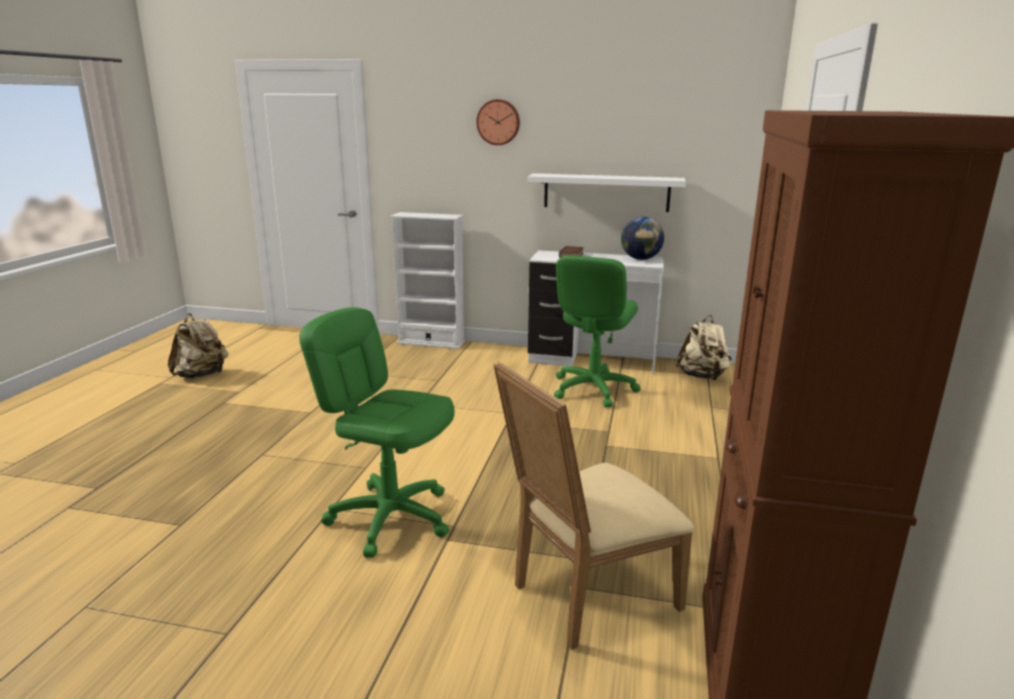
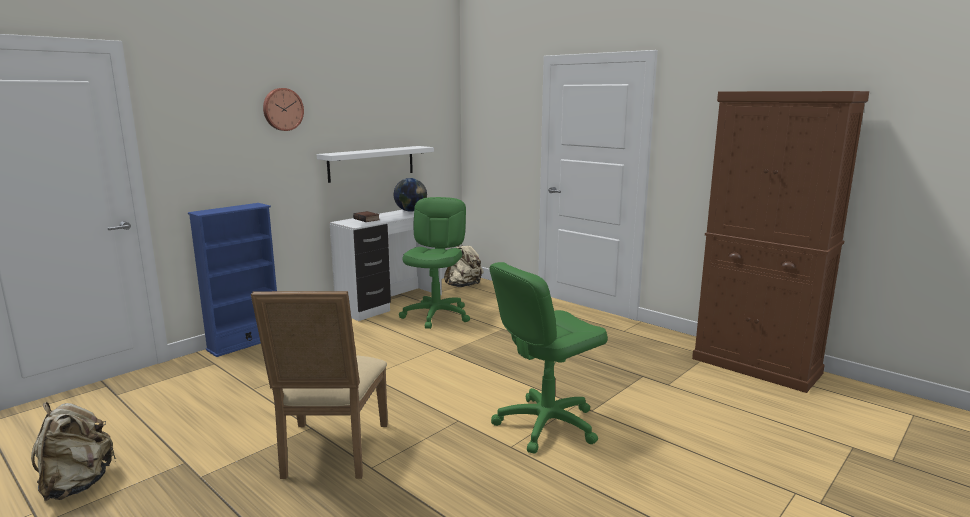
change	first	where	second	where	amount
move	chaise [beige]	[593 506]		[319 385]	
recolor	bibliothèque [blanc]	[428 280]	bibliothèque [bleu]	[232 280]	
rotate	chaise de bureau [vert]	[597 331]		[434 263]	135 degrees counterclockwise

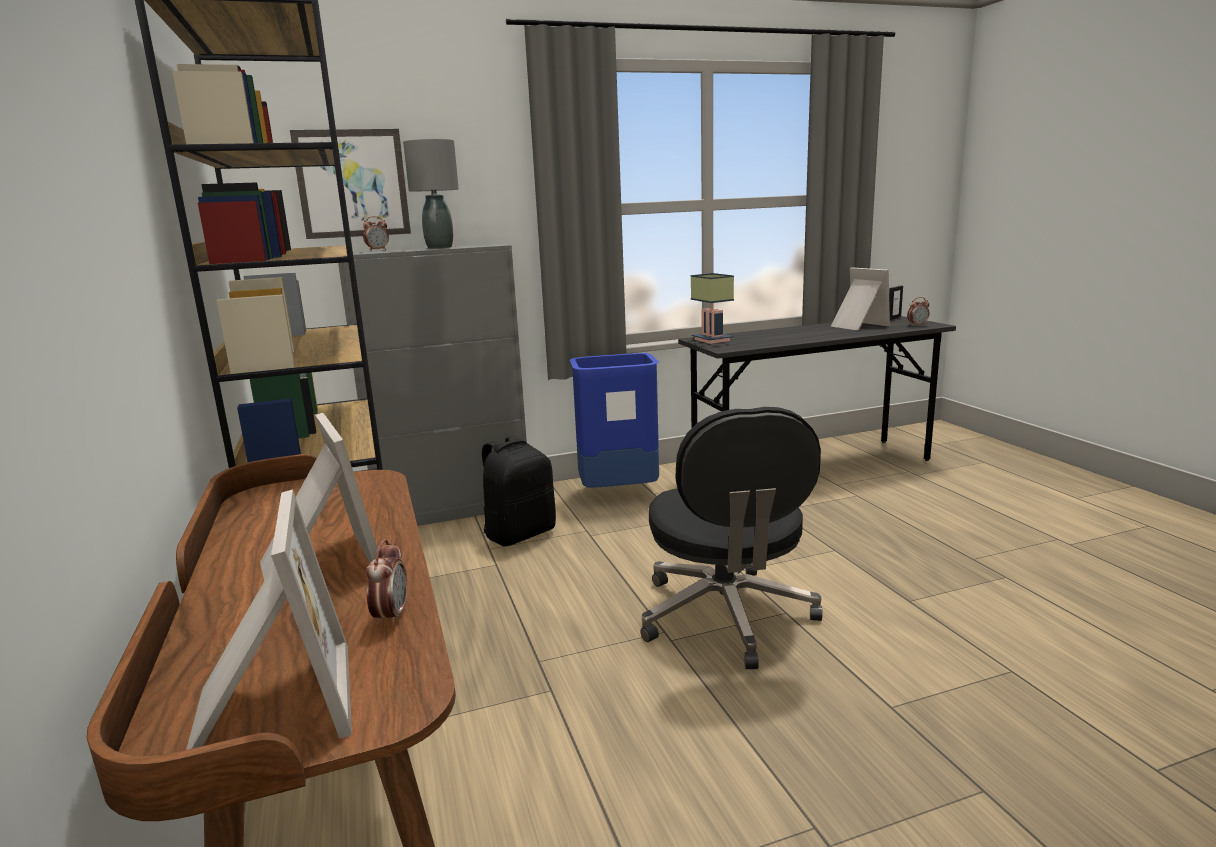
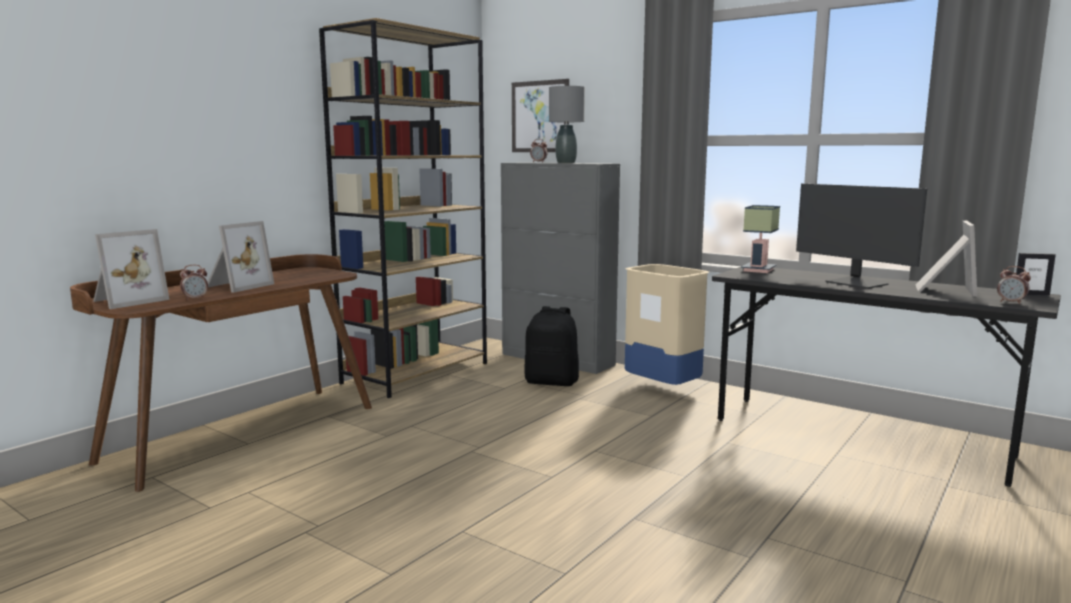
change	first	where	second	where	amount
delete	chaise de bureau [noir]	[731 538]			
insert			écran d'ordinateur	[861 236]	
recolor	poubelle [bleu]	[614 420]	poubelle [beige]	[667 324]	

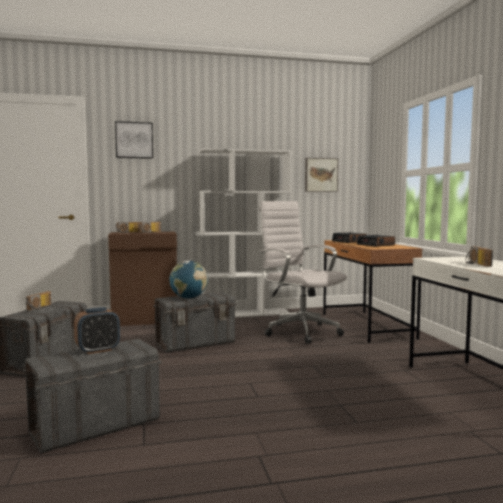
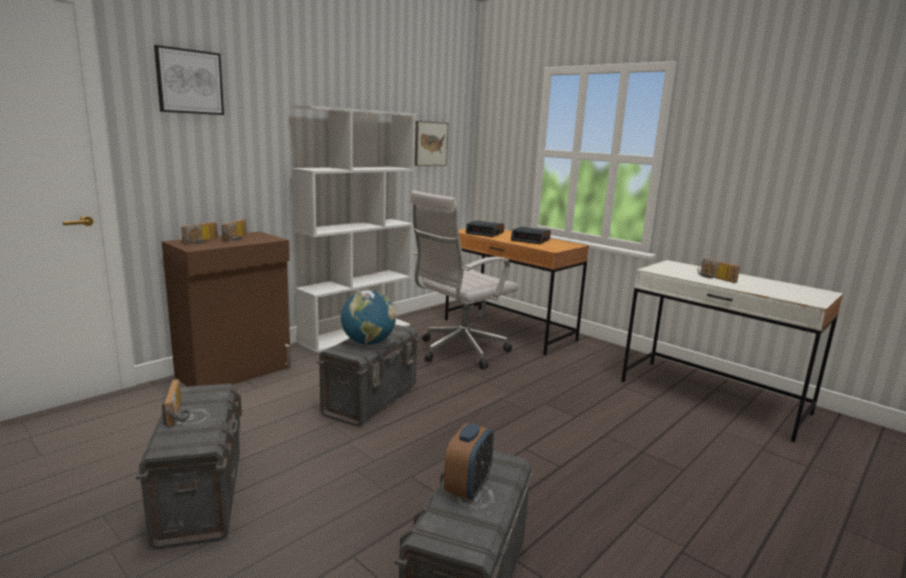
change	first	where	second	where	amount
rotate	chaise de bureau [blanc]	[303 272]		[464 280]	60 degrees counterclockwise

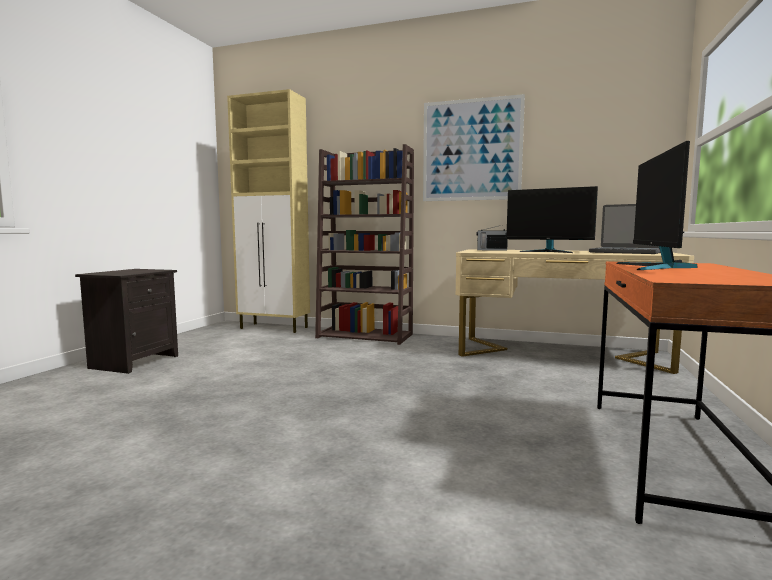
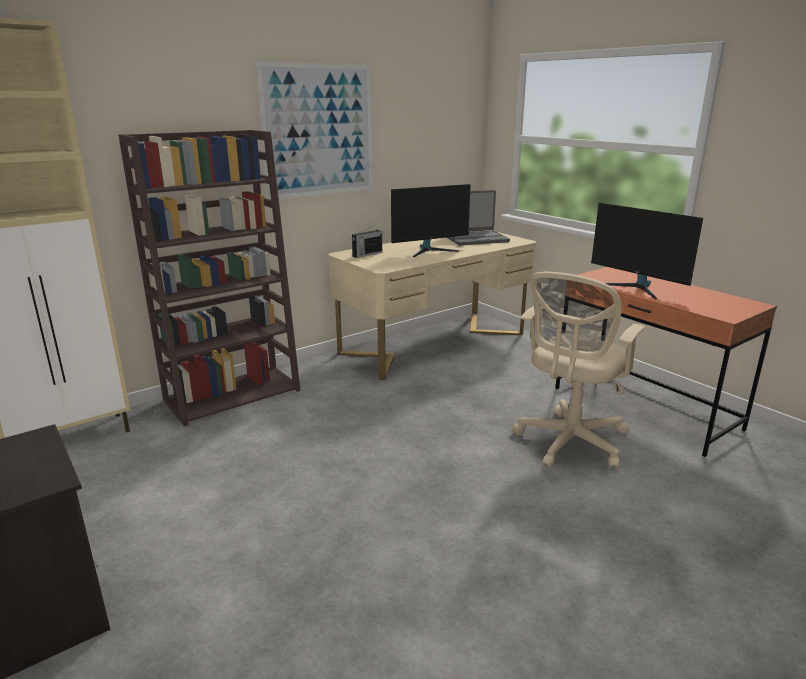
change	first	where	second	where	amount
insert			chaise de bureau [beige]	[578 370]	

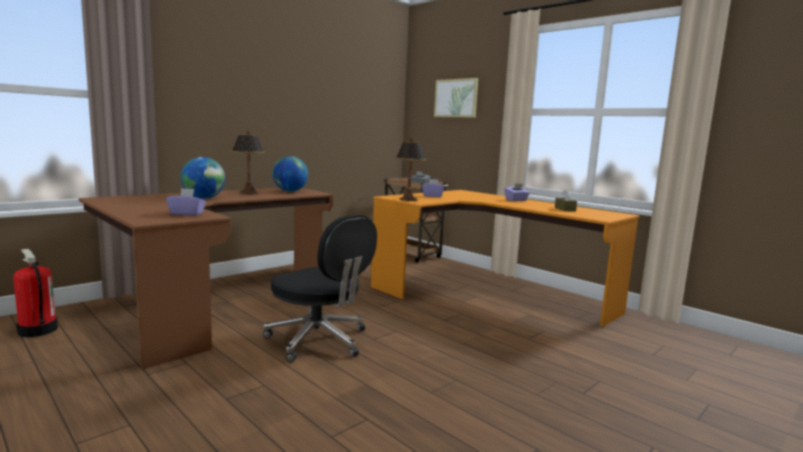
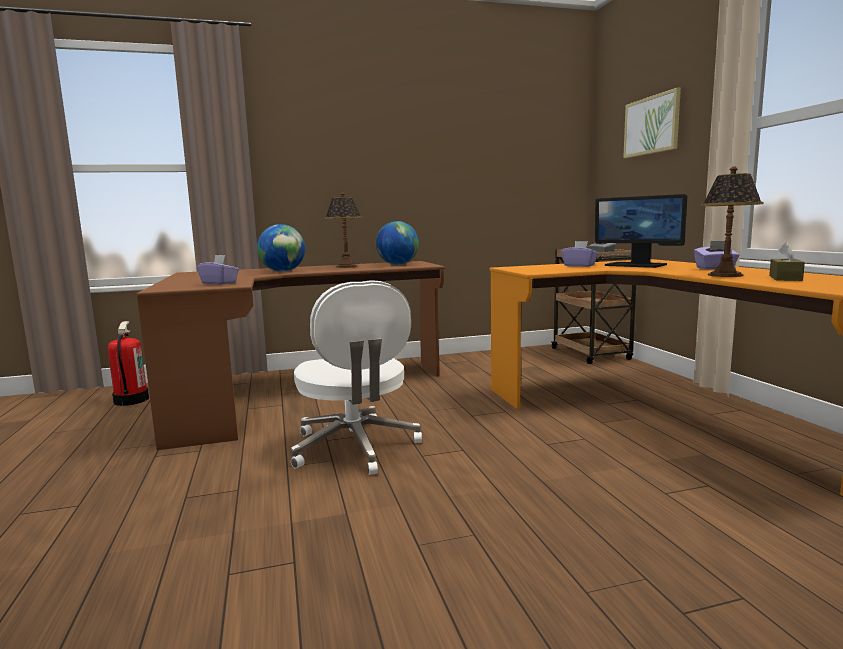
change	first	where	second	where	amount
insert			écran d'ordinateur	[641 231]	
move	lampe de table	[410 169]		[732 222]	
recolor	chaise de bureau [noir]	[320 289]	chaise de bureau [blanc]	[356 377]	

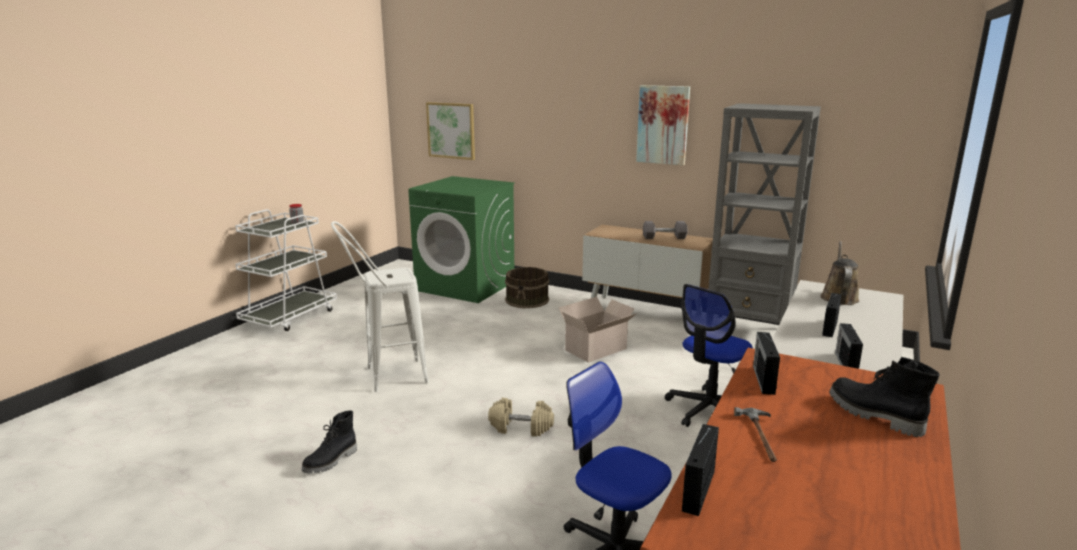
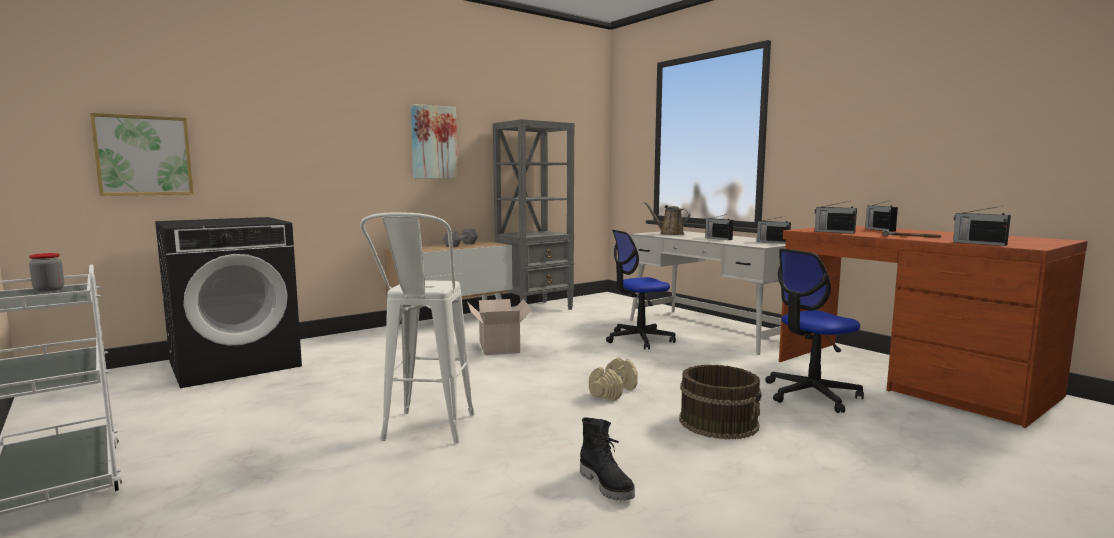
change	first	where	second	where	amount
move	seau [marron]	[527 288]		[720 402]	
replace	botte [noir]	[884 397]	radio	[881 216]	
recolor	lave-linge [vert]	[461 239]	lave-linge [noir]	[228 302]	
rotate	chaise de bureau	[709 355]		[641 289]	90 degrees clockwise

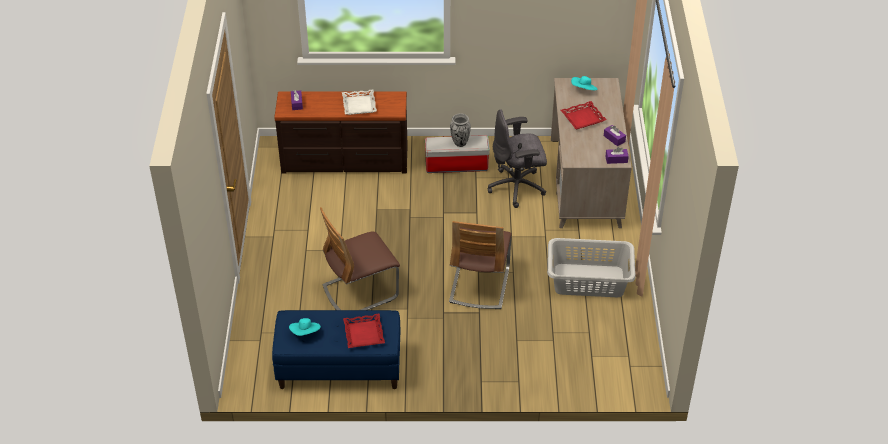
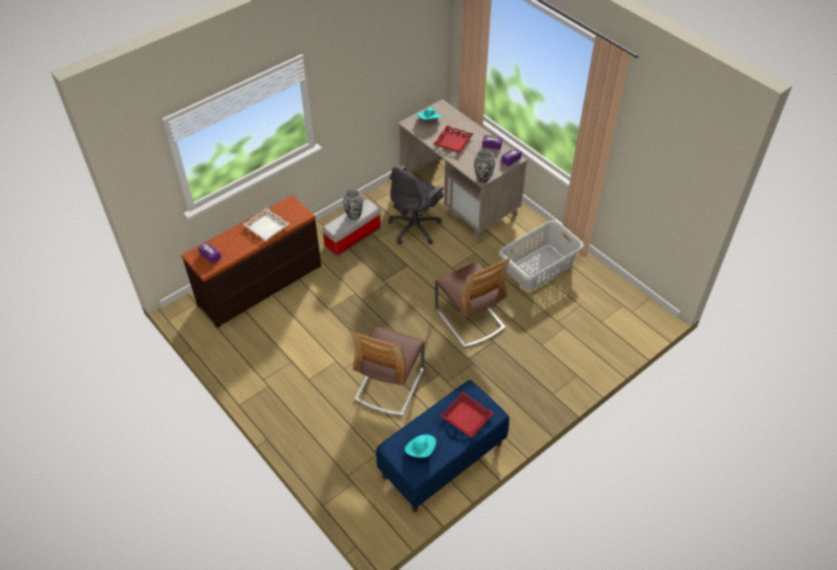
change	first	where	second	where	amount
insert			vase	[484 166]	

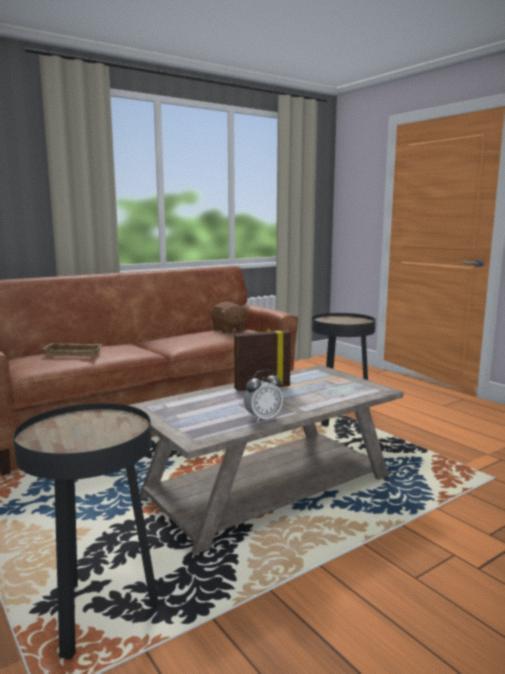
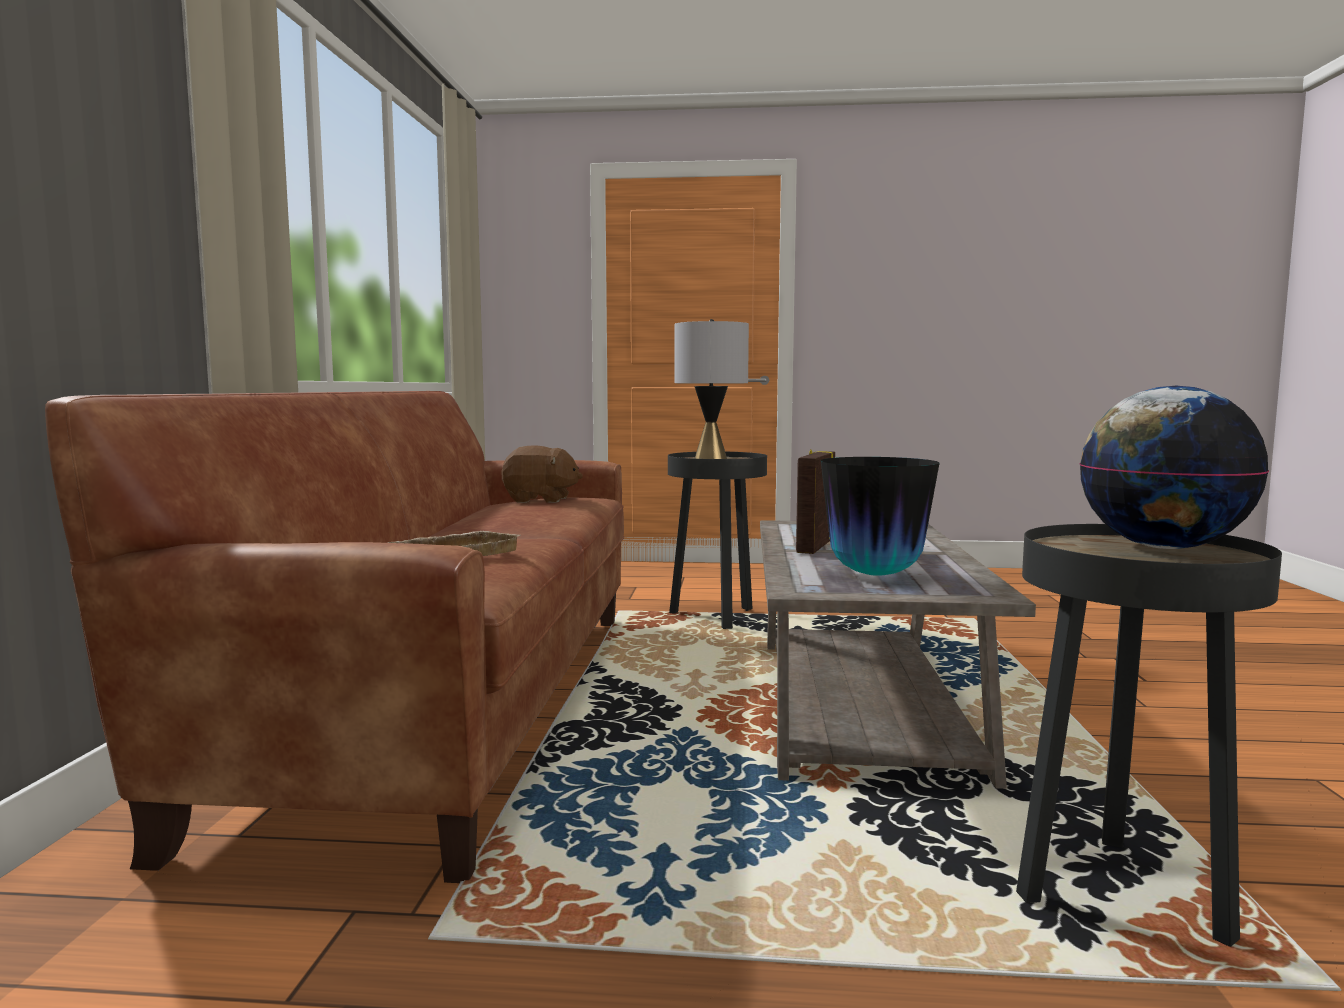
change	first	where	second	where	amount
delete	réveil	[263 396]			
insert			lampe de table [gris]	[712 389]	
insert			vase	[880 516]	
insert			globe	[1174 467]	

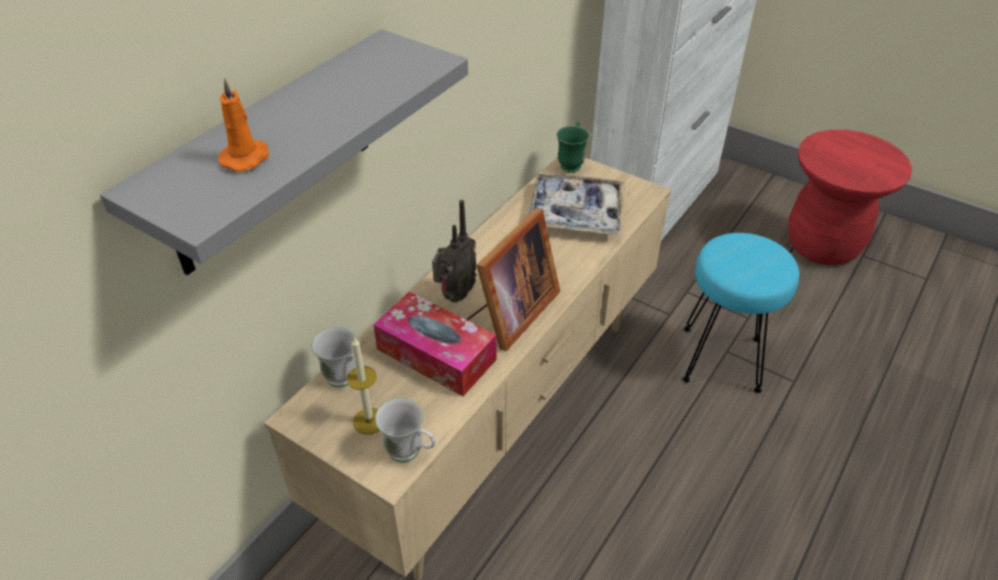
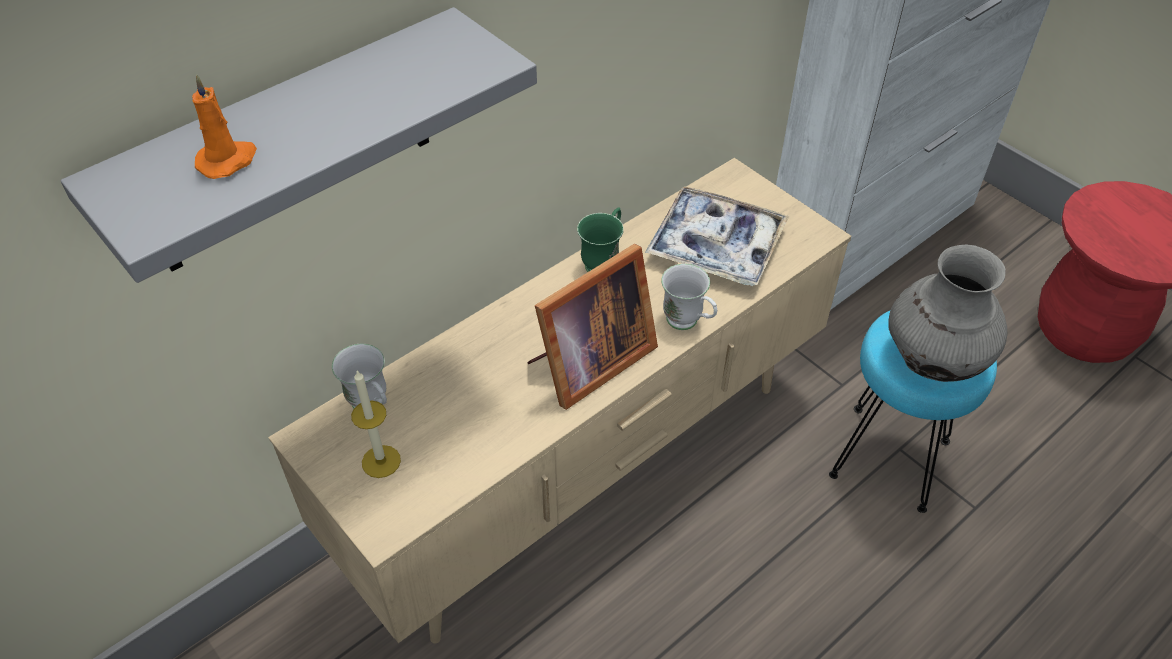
change	first	where	second	where	amount
delete	boîte à mouchoirs	[434 343]			
delete	radio	[454 251]			
insert			vase [gris]	[947 313]	
move	mug [blanc]	[405 430]		[689 297]	
move	mug [vert]	[573 147]		[600 239]	

